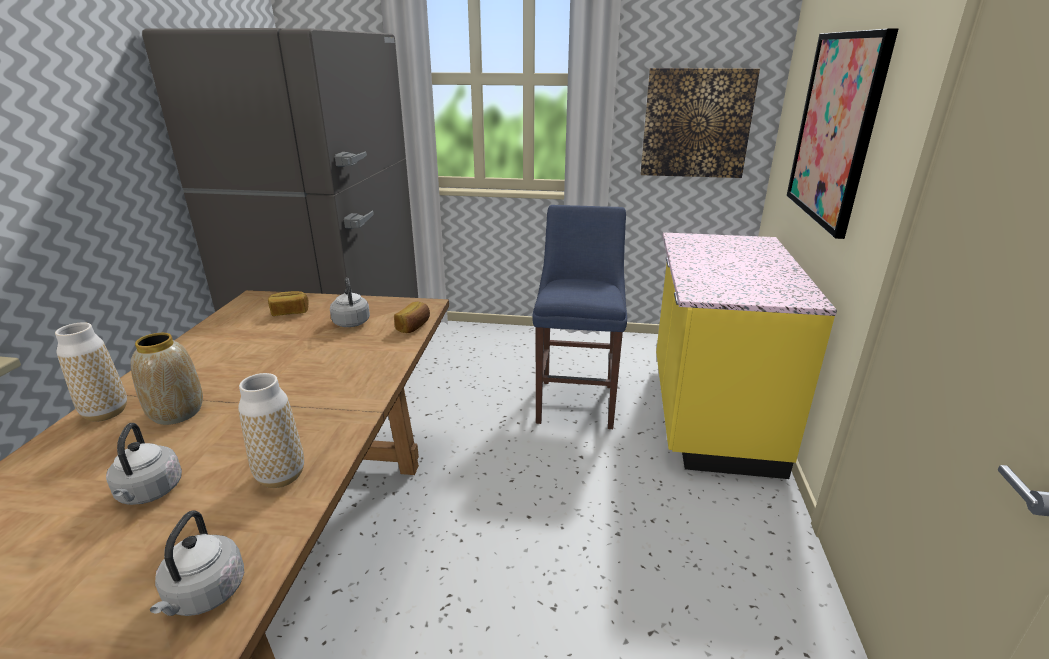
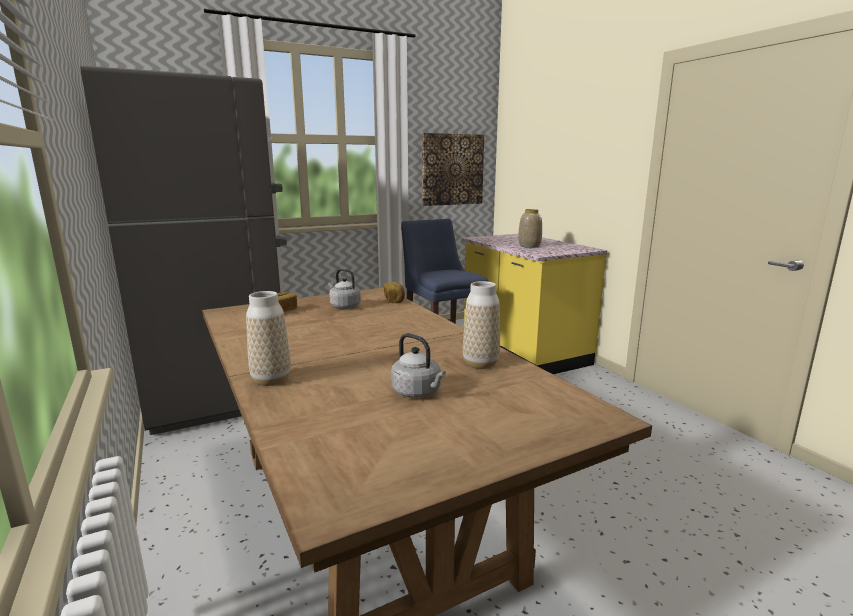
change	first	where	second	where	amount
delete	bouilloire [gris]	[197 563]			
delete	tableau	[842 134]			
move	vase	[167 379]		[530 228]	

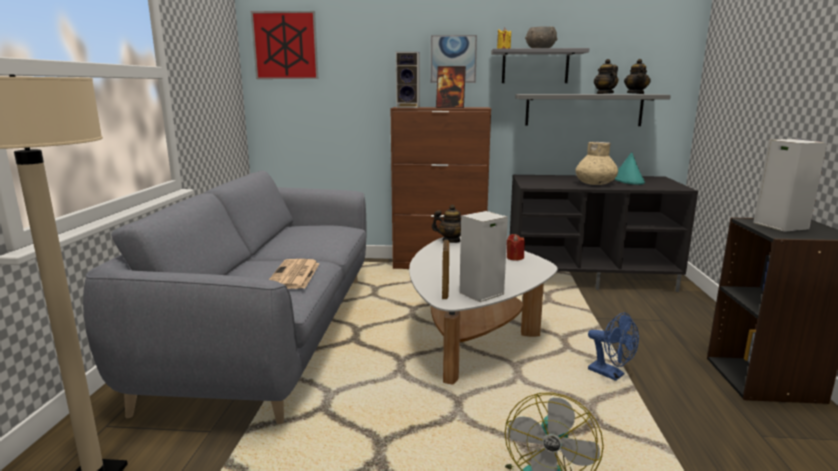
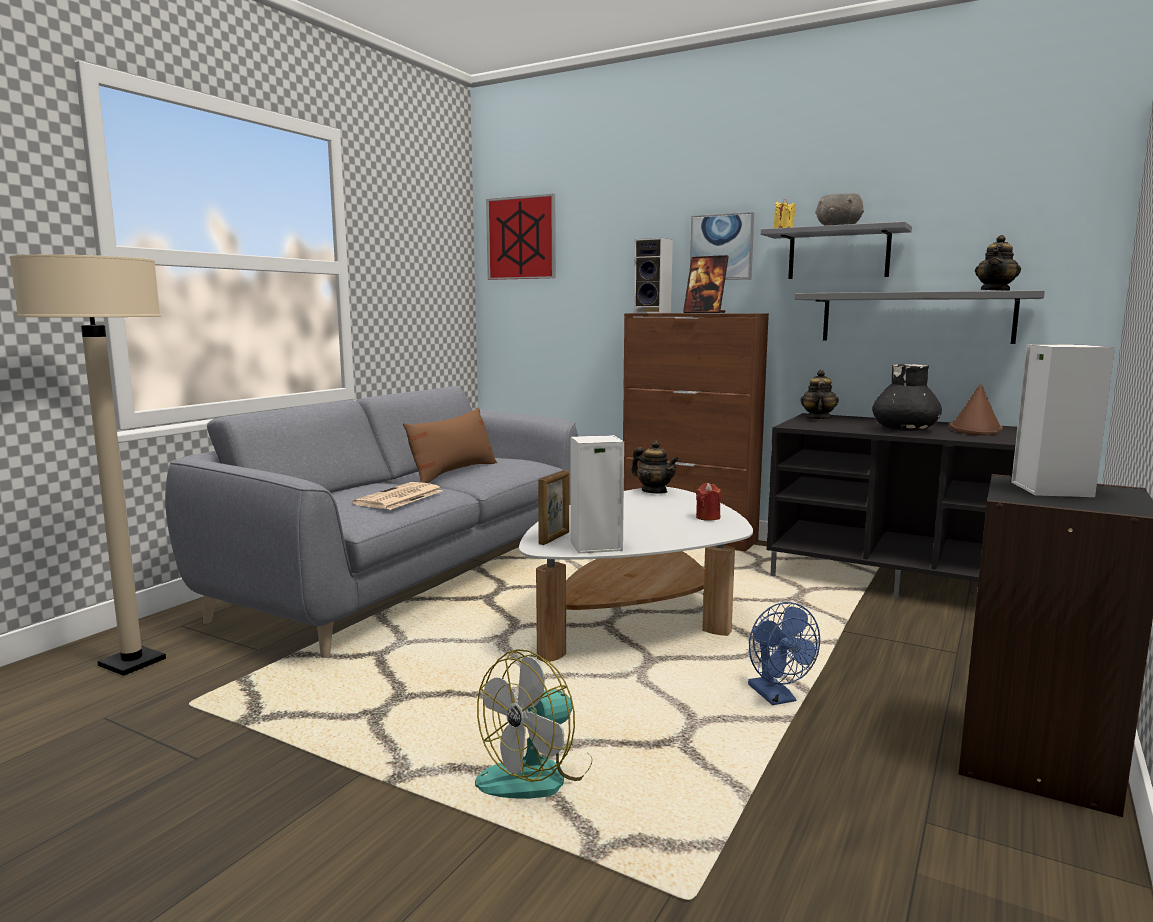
change	first	where	second	where	amount
insert			coussin [marron]	[450 445]	
move	théière	[606 76]		[819 395]	
recolor	vase [beige]	[596 163]	vase [noir]	[907 397]	
recolor	chapeau [turquoise]	[629 168]	chapeau [marron]	[976 409]	

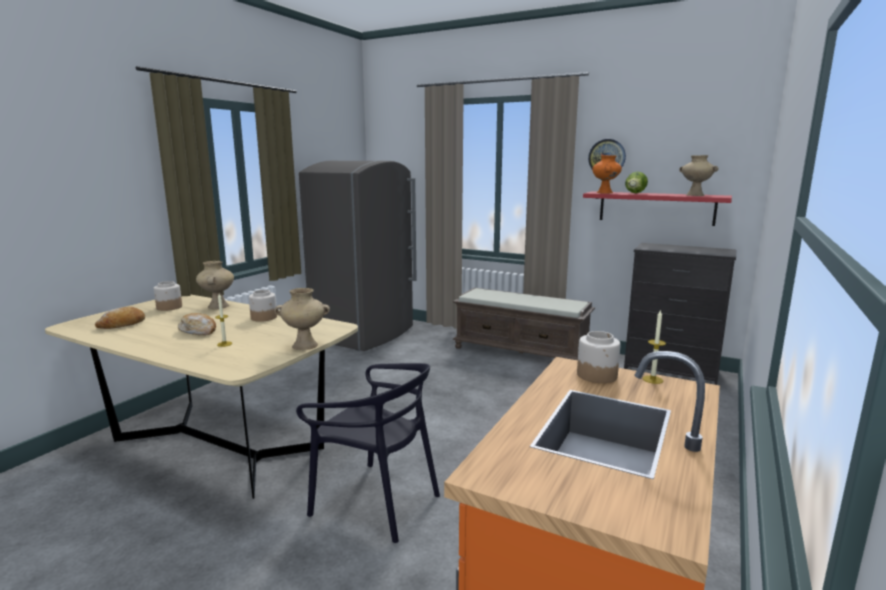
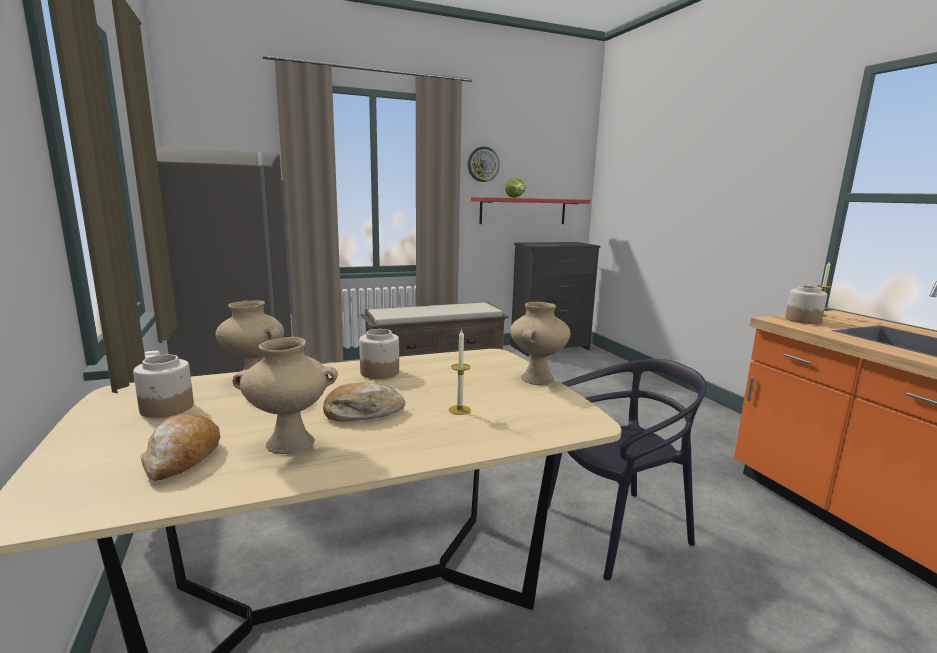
change	first	where	second	where	amount
delete	vase [orange]	[607 174]			
move	vase [beige]	[699 175]		[285 395]	

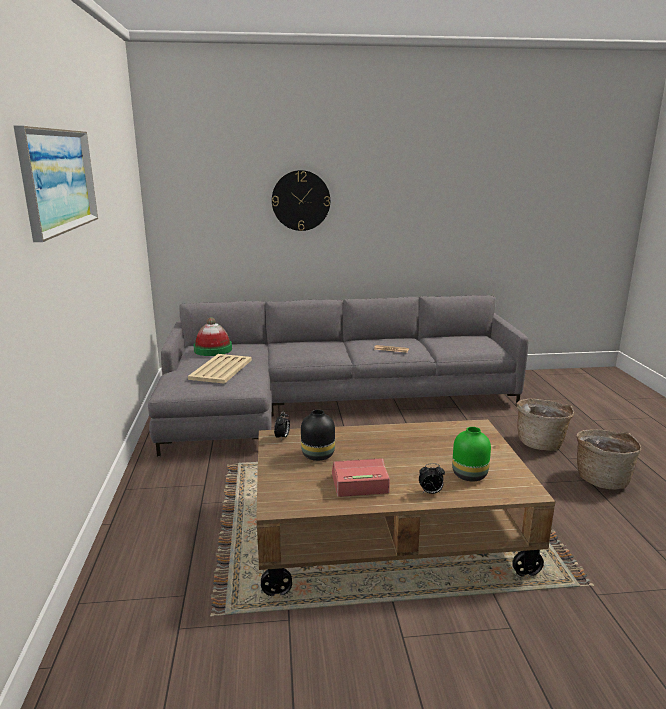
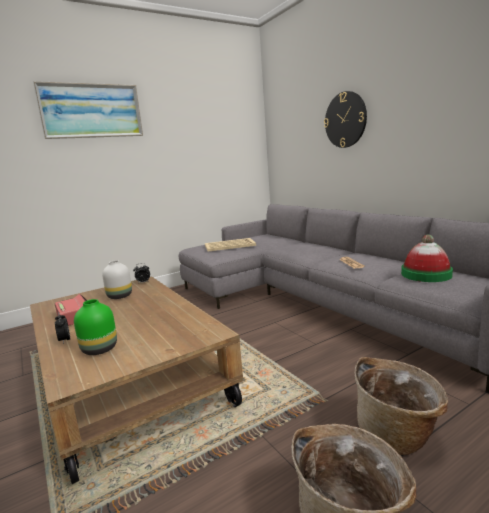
change	first	where	second	where	amount
move	chapeau	[212 336]		[427 258]	
recolor	vase [noir]	[318 435]	vase [blanc]	[117 279]	

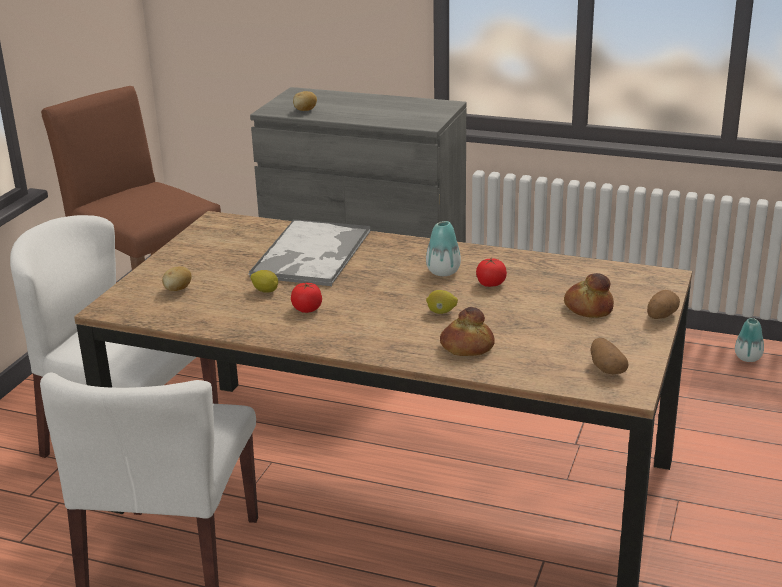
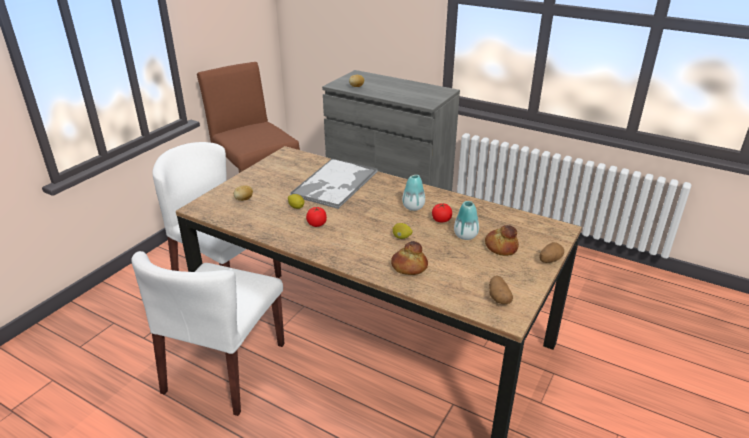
change	first	where	second	where	amount
move	vase	[749 340]		[466 220]	

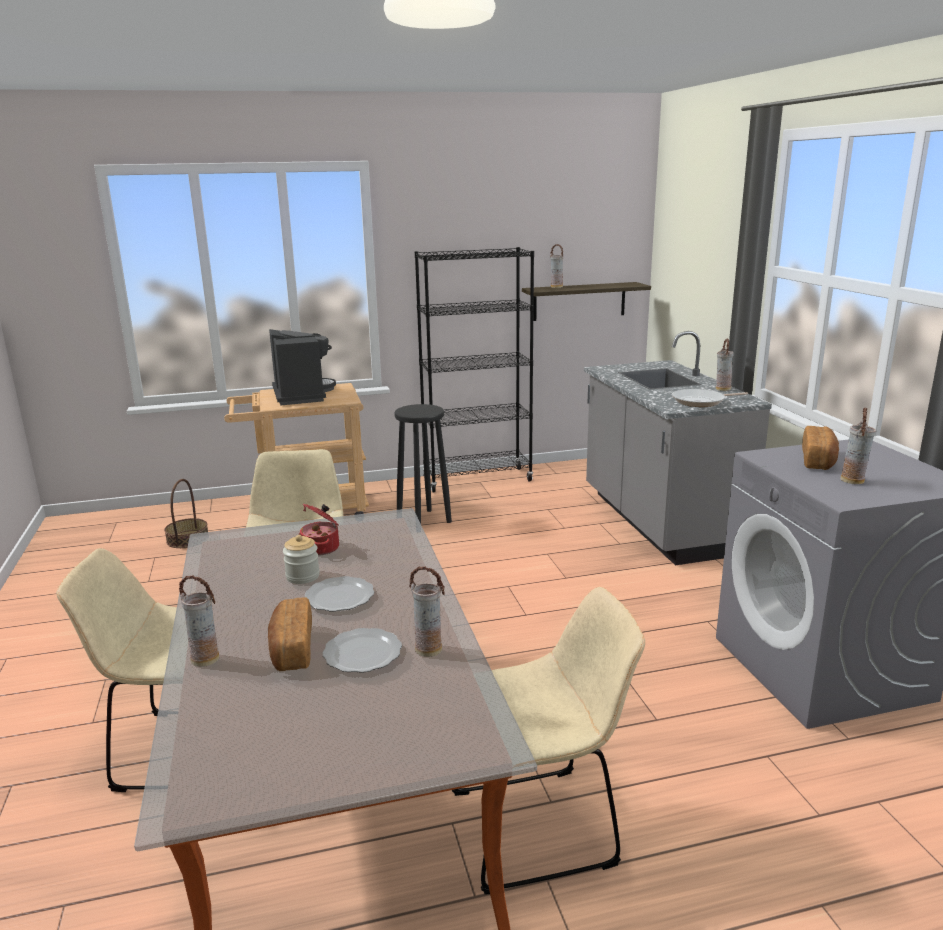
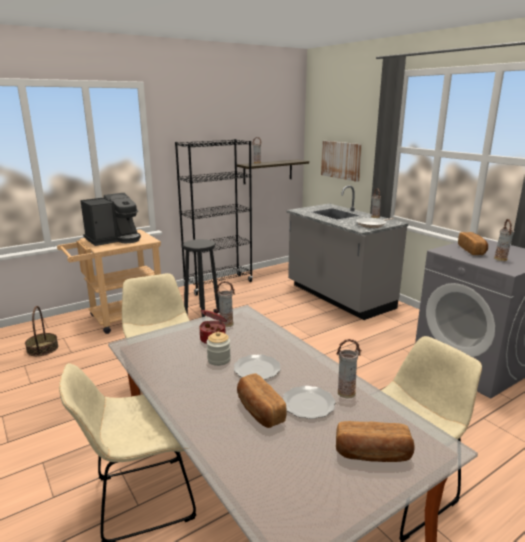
change	first	where	second	where	amount
insert			tableau	[341 161]	
insert			pain	[375 441]	
move	vase	[199 621]		[225 304]	
rotate	machine à café	[302 367]		[110 219]	90 degrees clockwise

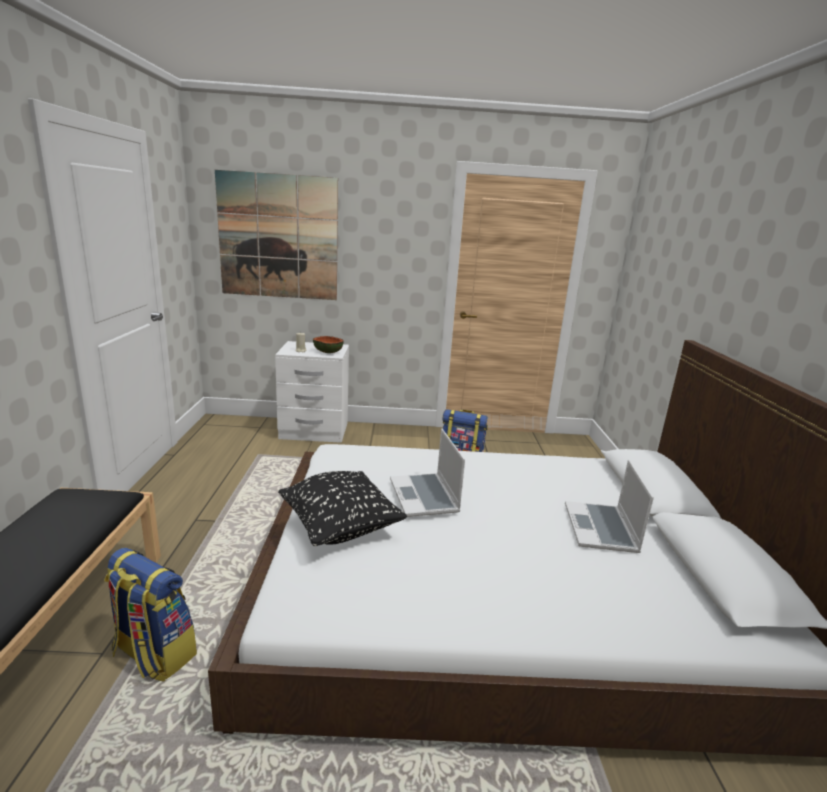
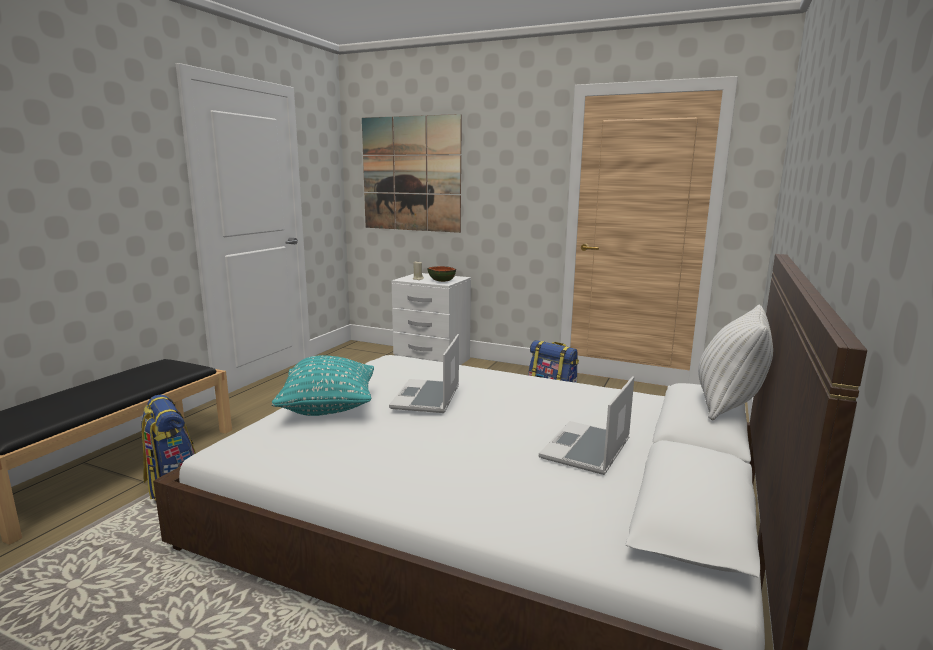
change	first	where	second	where	amount
insert			coussin [blanc]	[735 362]	
recolor	coussin [noir]	[342 508]	coussin [turquoise]	[323 385]	

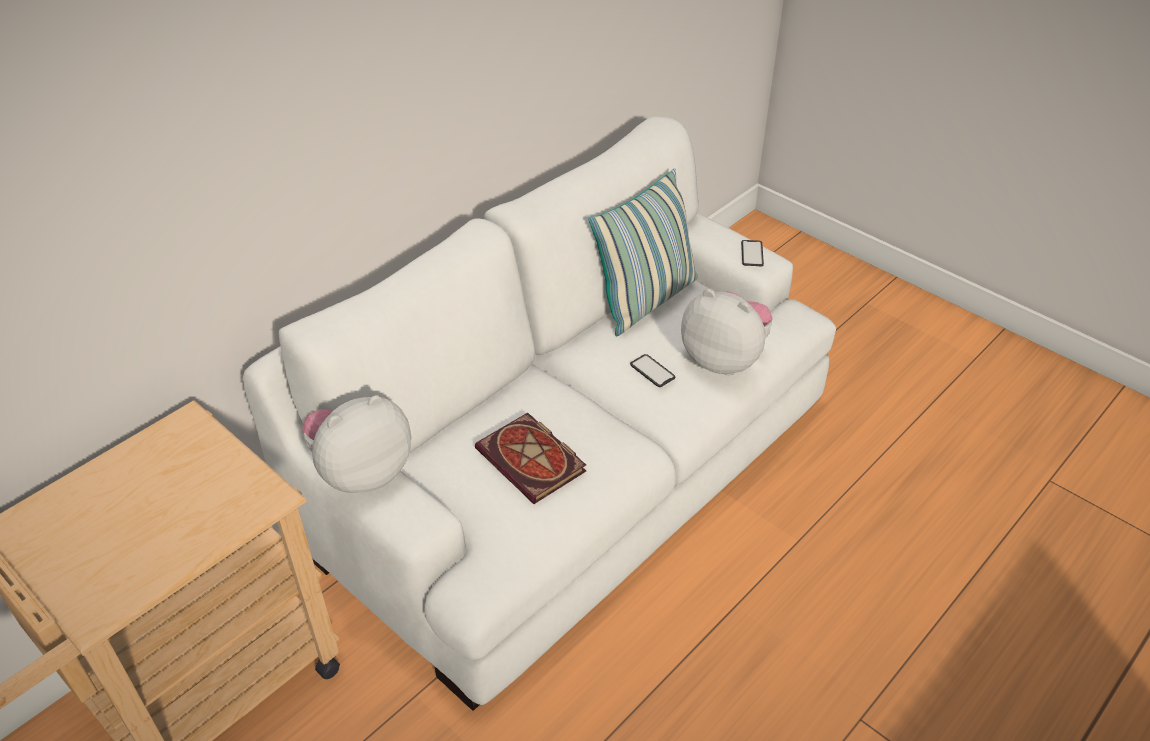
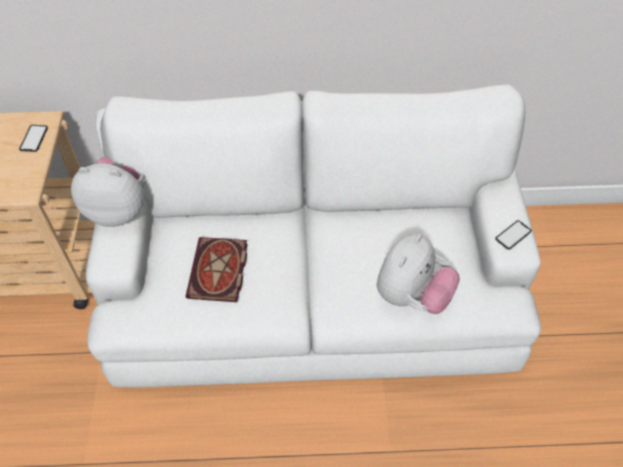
change	first	where	second	where	amount
delete	coussin	[643 252]			
move	téléphone	[652 370]		[33 138]	
rotate	peluche	[727 332]		[418 274]	45 degrees clockwise

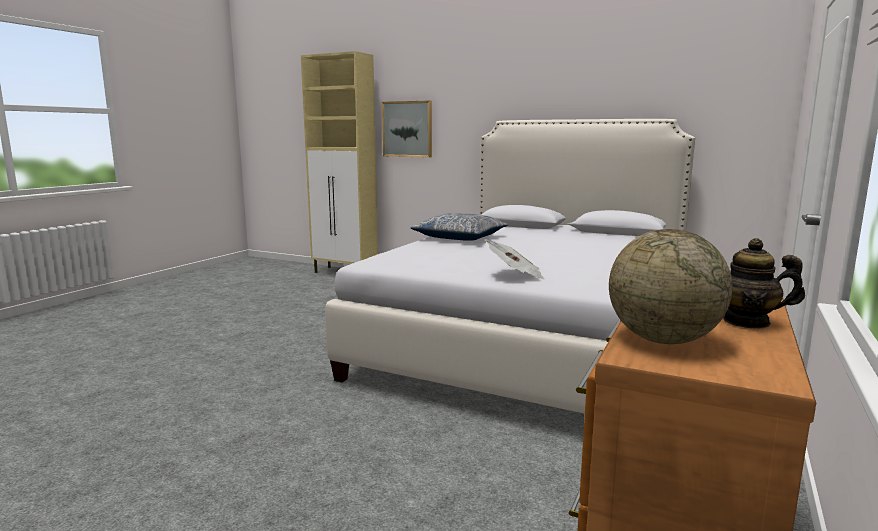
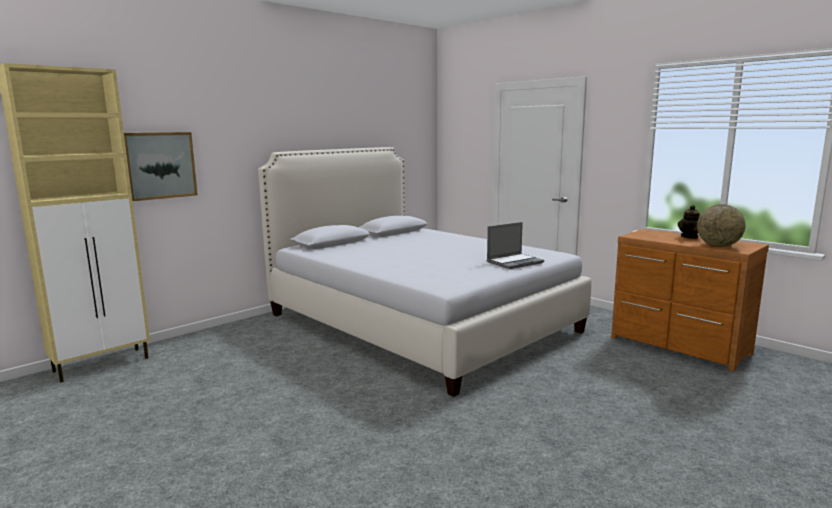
change	first	where	second	where	amount
delete	coussin	[459 227]			
replace	journal	[515 259]	ordinateur portable	[515 245]	

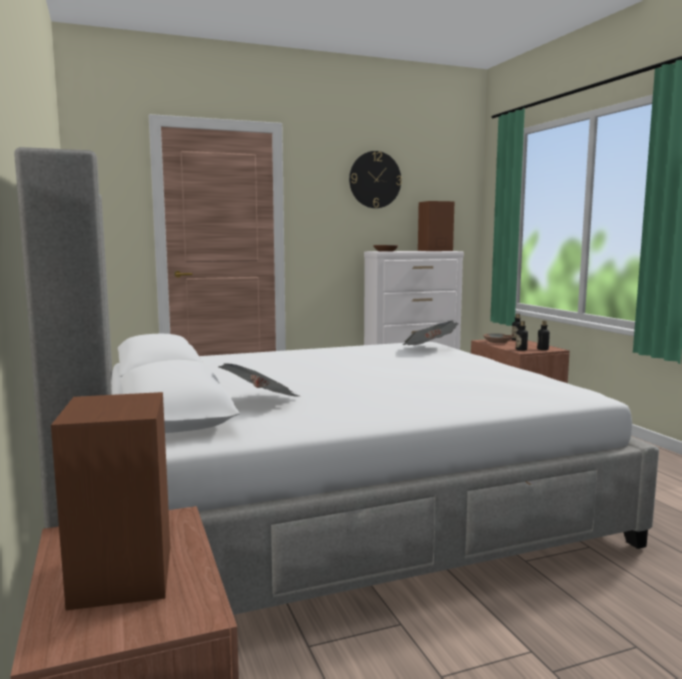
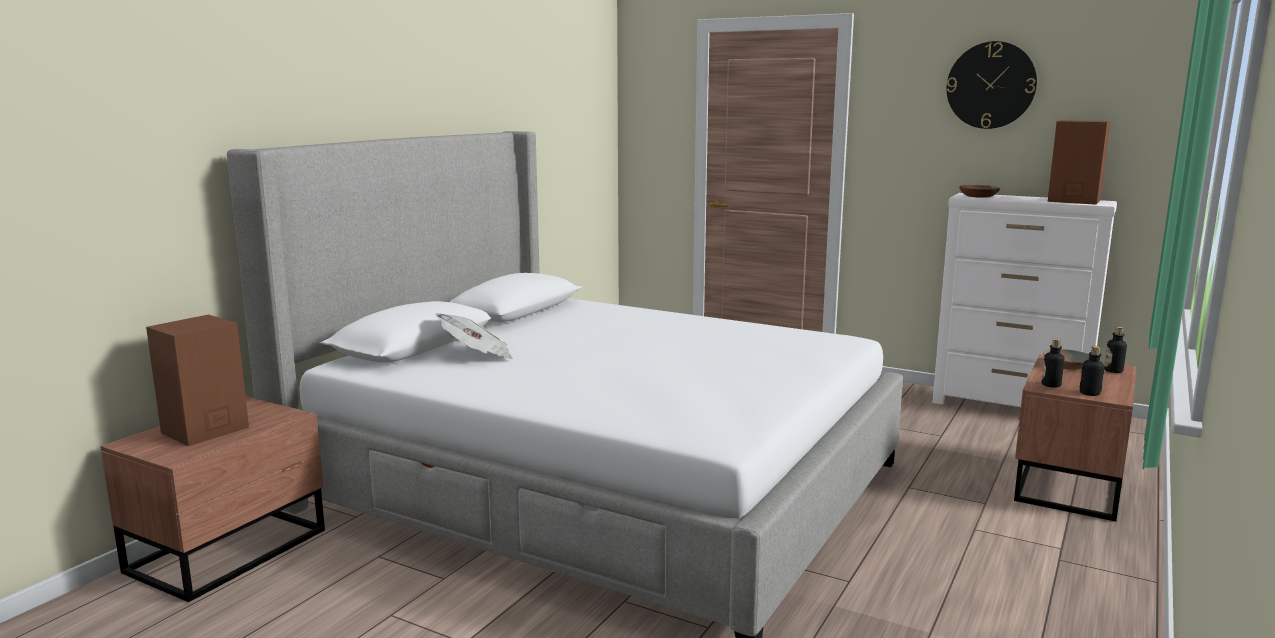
change	first	where	second	where	amount
delete	journal	[430 333]			

